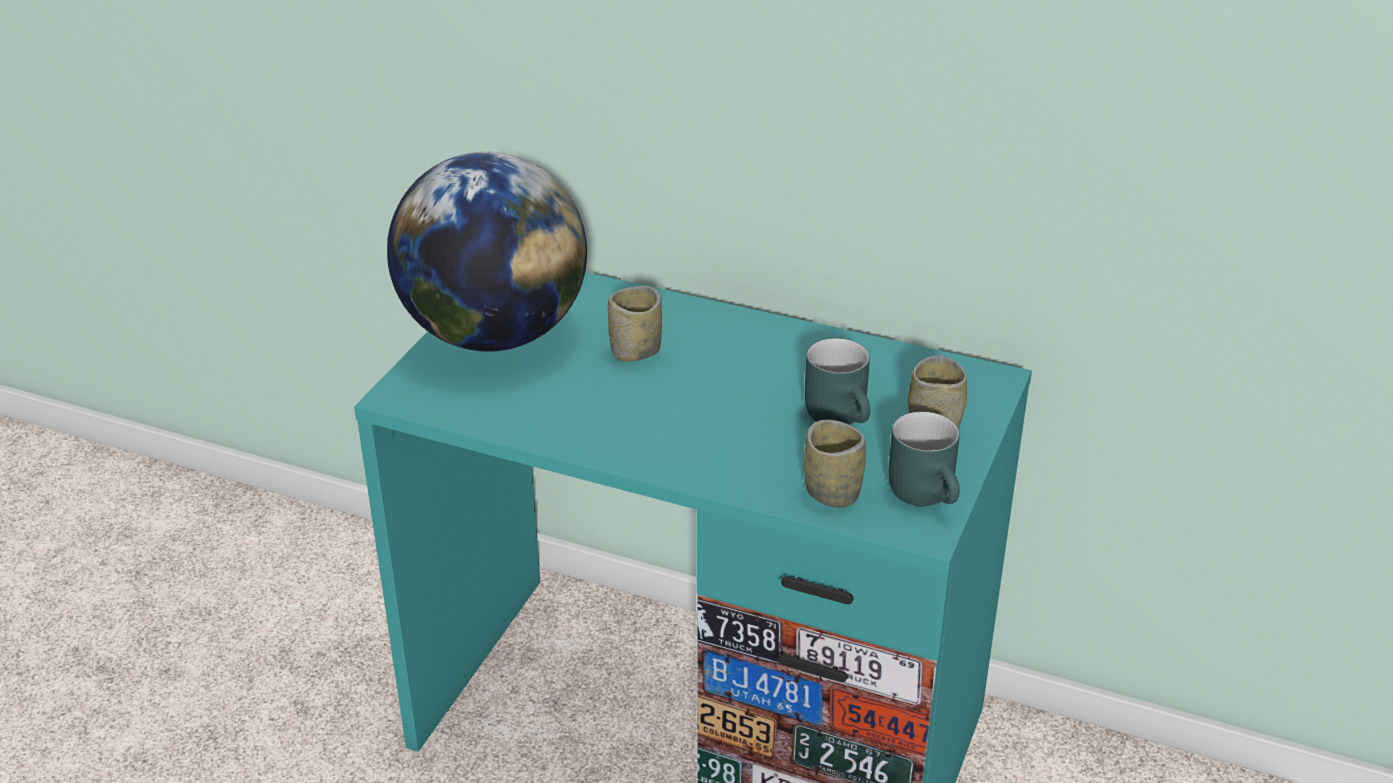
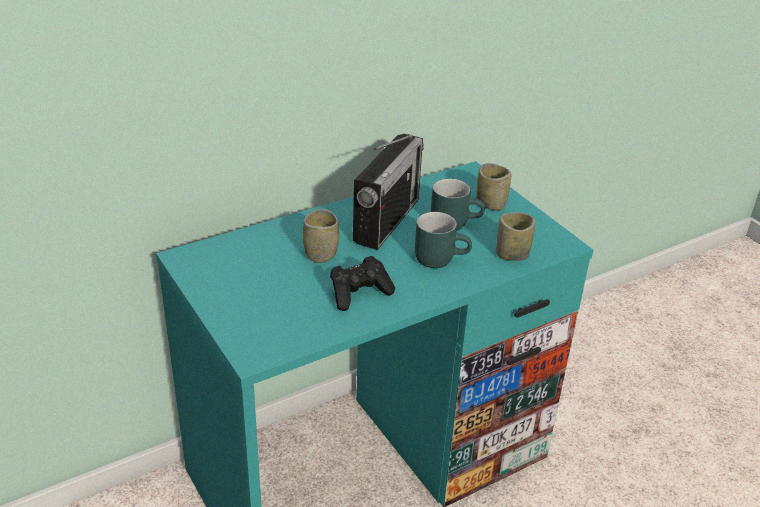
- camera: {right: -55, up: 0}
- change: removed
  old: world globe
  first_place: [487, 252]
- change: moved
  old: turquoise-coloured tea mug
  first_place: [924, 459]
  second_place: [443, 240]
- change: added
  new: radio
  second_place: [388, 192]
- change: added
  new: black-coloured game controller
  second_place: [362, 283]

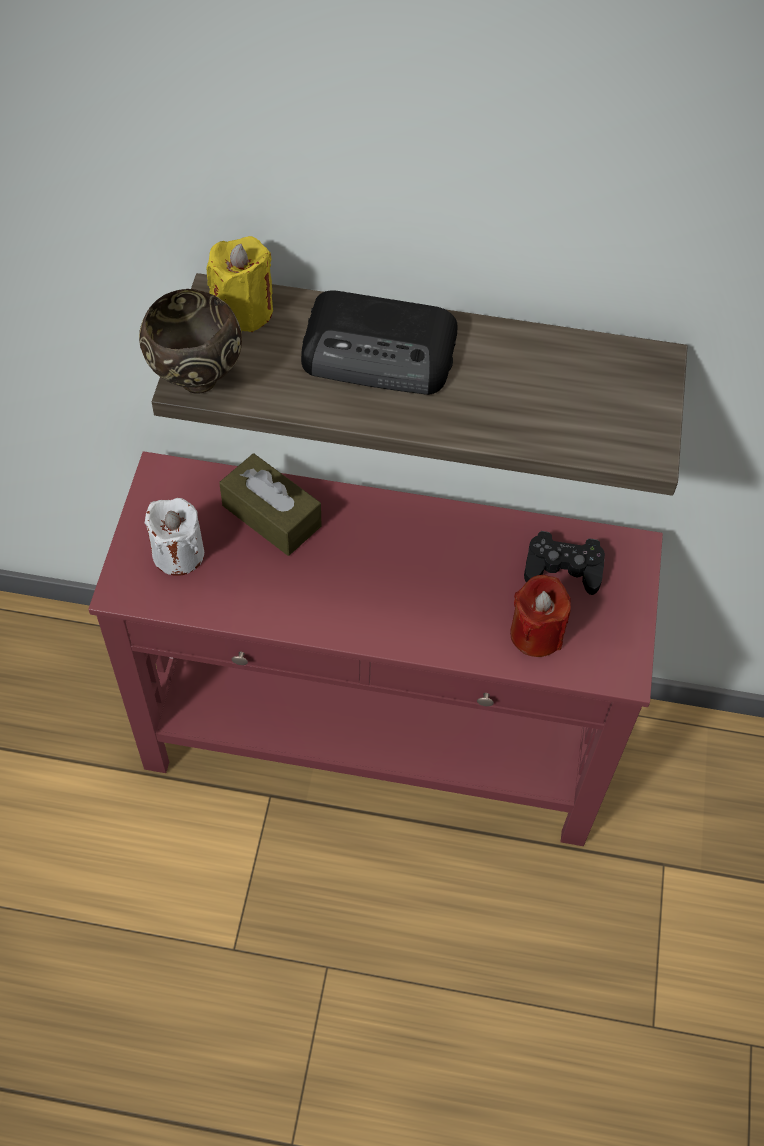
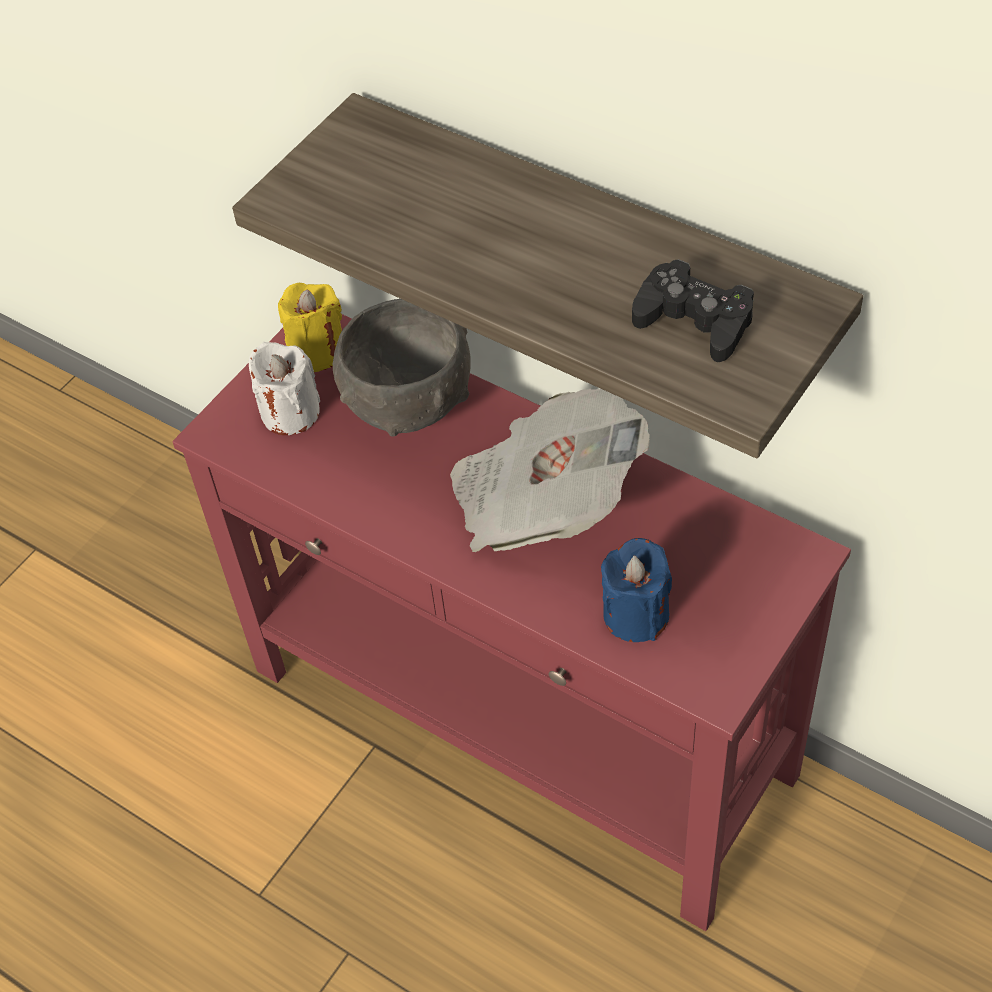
- camera: {right: 30, up: -5}
- change: moved
  old: yellow-coloured candle
  first_place: [240, 284]
  second_place: [310, 327]
- change: removed
  old: brown bowl
  first_place: [190, 341]
- change: removed
  old: radio
  first_place: [379, 342]
- change: replaced
  old: brown tissue holder
  new: greyish bowl
  first_place: [270, 505]
  second_place: [402, 367]
- change: moved
  old: black-coloured game controller
  first_place: [564, 563]
  second_place: [693, 310]
- change: recoloured
  old: red candle
  new: blue-coloured candle
  first_place: [540, 616]
  second_place: [636, 590]
- change: added
  new: printed paper
  second_place: [550, 470]

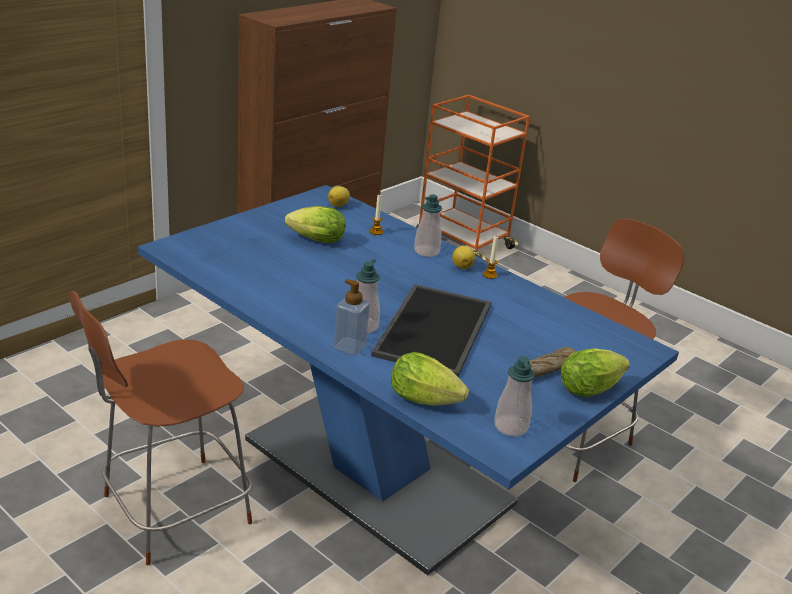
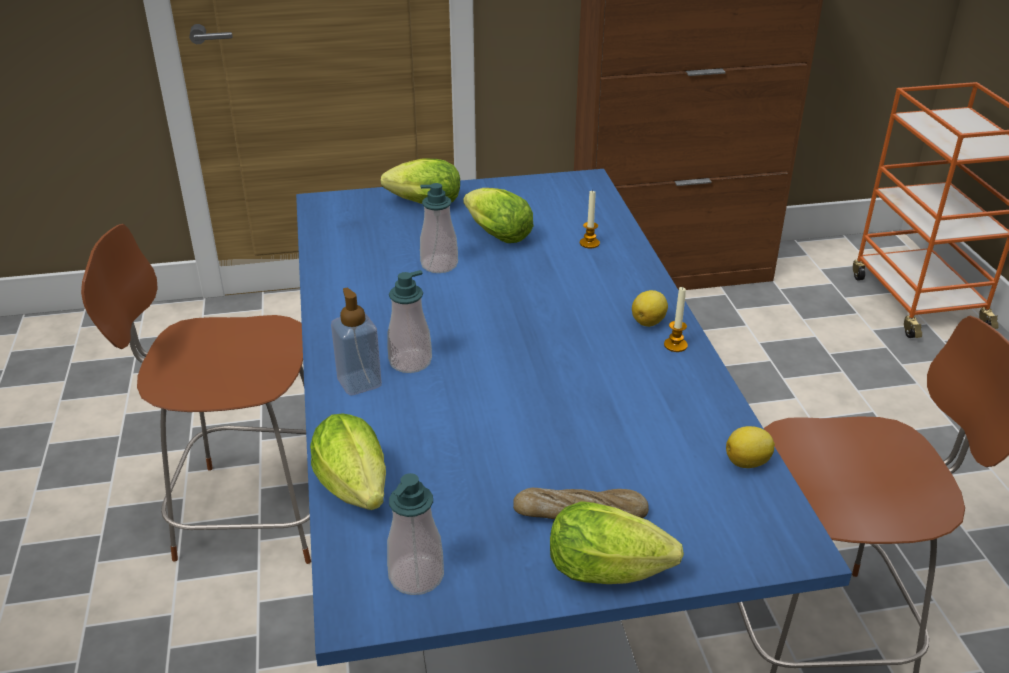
- camera: {right: 40, up: 5}
- change: moved
  old: whole lemon
  first_place: [339, 196]
  second_place: [750, 447]
- change: moved
  old: soap dispenser
  first_place: [428, 225]
  second_place: [439, 228]
- change: removed
  old: tray
  first_place: [431, 330]
- change: added
  new: head of lettuce
  second_place: [420, 181]

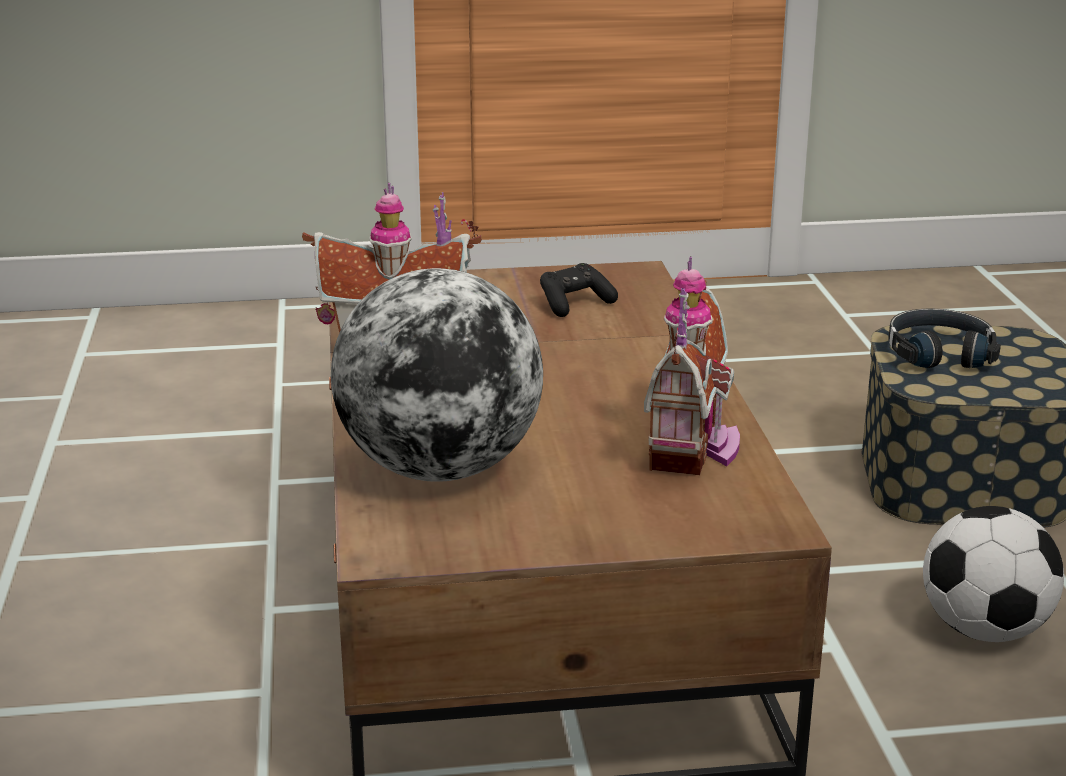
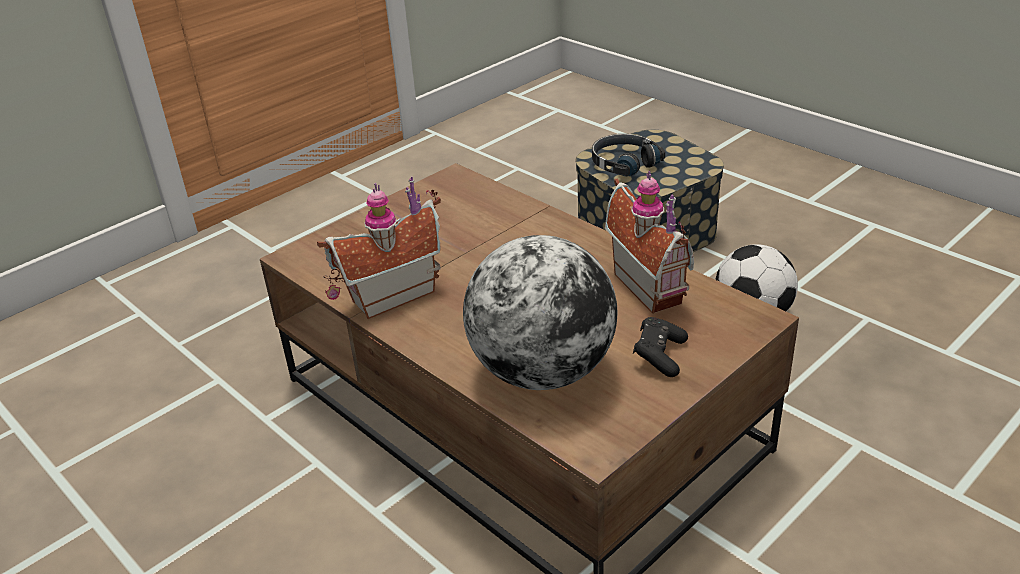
- camera: {right: -35, up: 10}
- change: moved
  old: black-coloured game controller
  first_place: [579, 290]
  second_place: [660, 347]

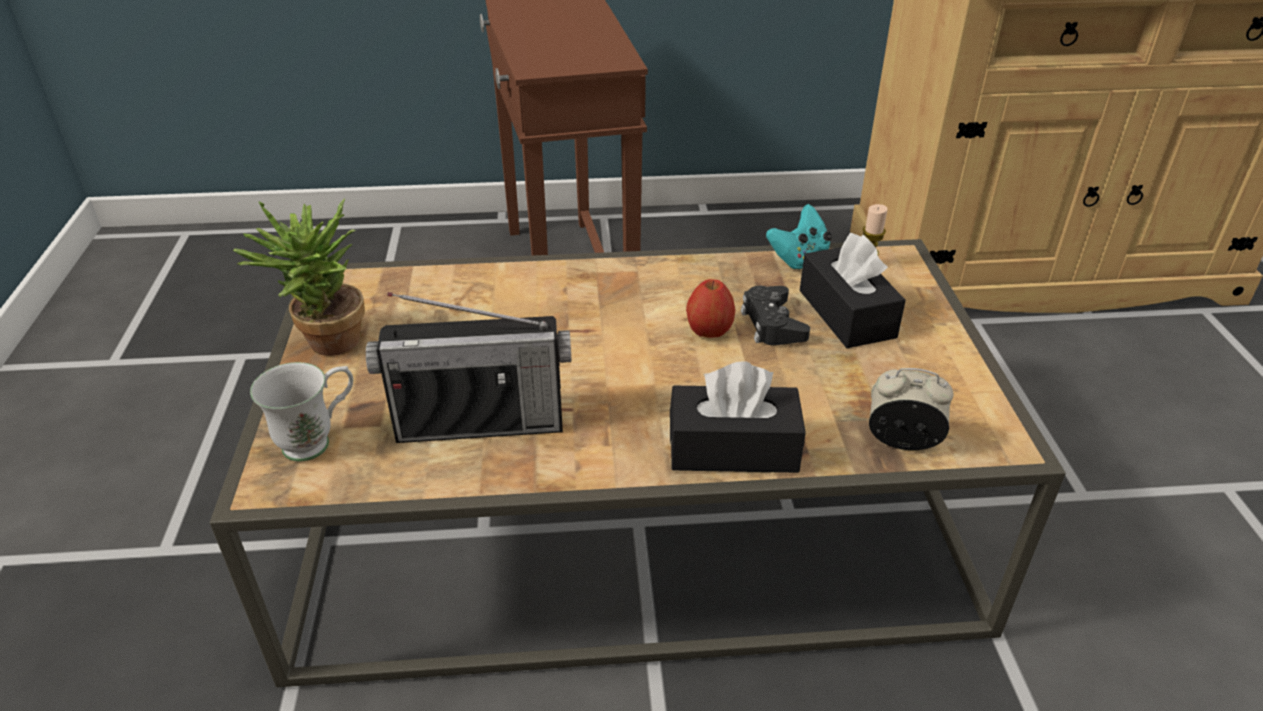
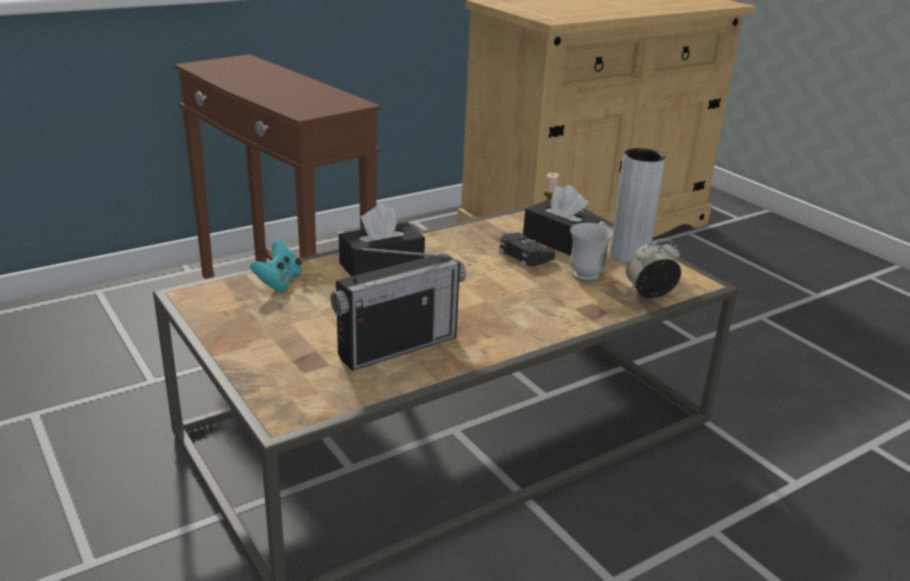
- camera: {right: -30, up: -10}
- change: removed
  old: plant in a pot
  first_place: [299, 277]
- change: moved
  old: turquoise-coloured game controller
  first_place: [799, 236]
  second_place: [276, 266]
- change: removed
  old: apple fruit
  first_place: [710, 308]
- change: moved
  old: black-coloured tissue holder
  first_place: [738, 417]
  second_place: [382, 240]
- change: moved
  old: white-coloured tea mug
  first_place: [301, 412]
  second_place: [591, 251]
- change: added
  new: greyish vase
  second_place: [637, 206]

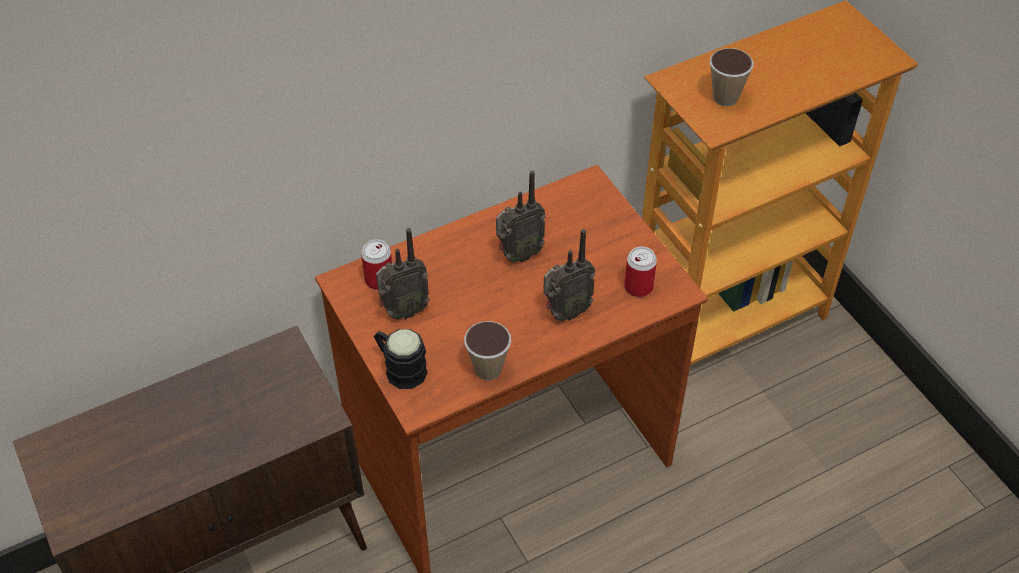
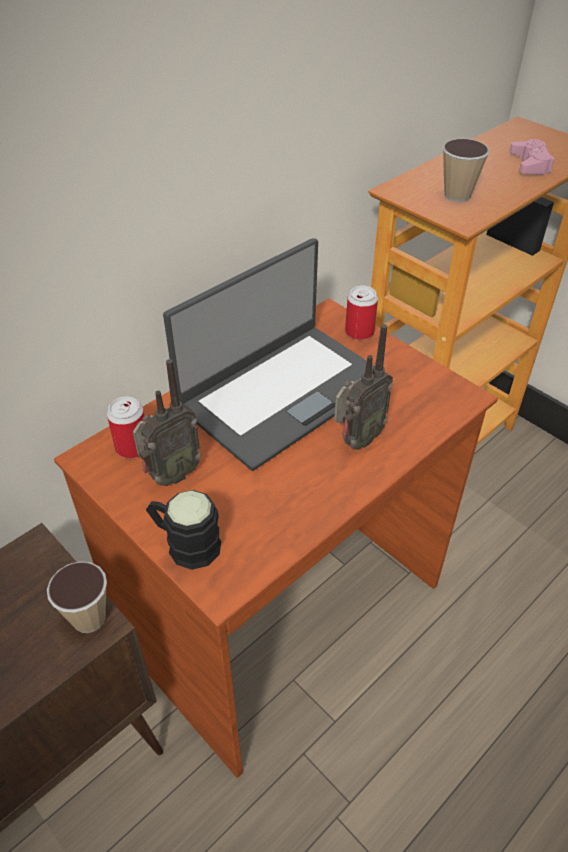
- camera: {right: -15, up: -5}
- change: replaced
  old: radio
  new: portable computer
  first_place: [521, 217]
  second_place: [268, 354]
- change: moved
  old: metal can
  first_place: [640, 271]
  second_place: [361, 312]
- change: moved
  old: small cup
  first_place: [487, 350]
  second_place: [77, 597]
- change: added
  new: pink-coloured game controller
  second_place: [532, 157]

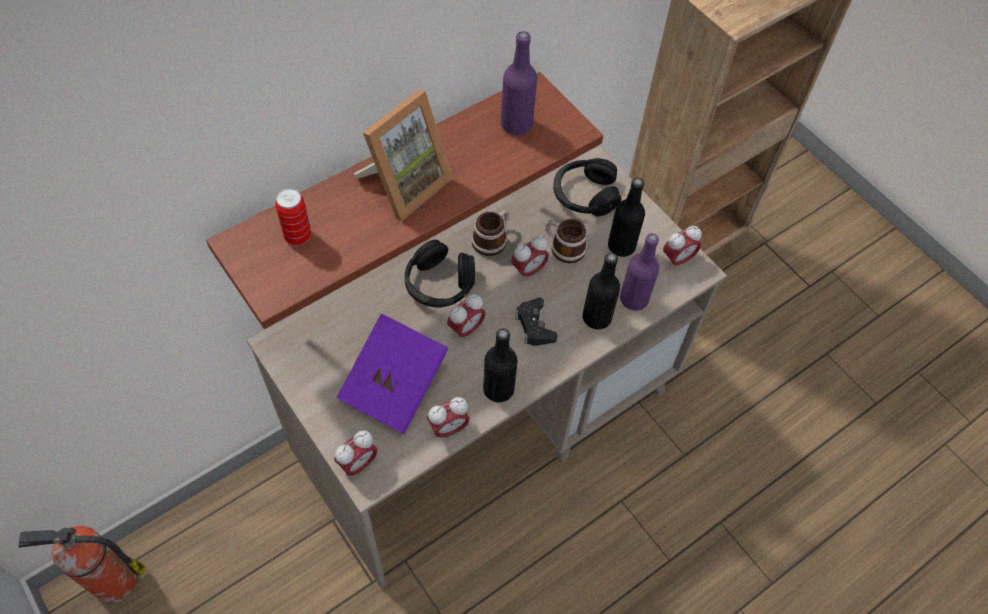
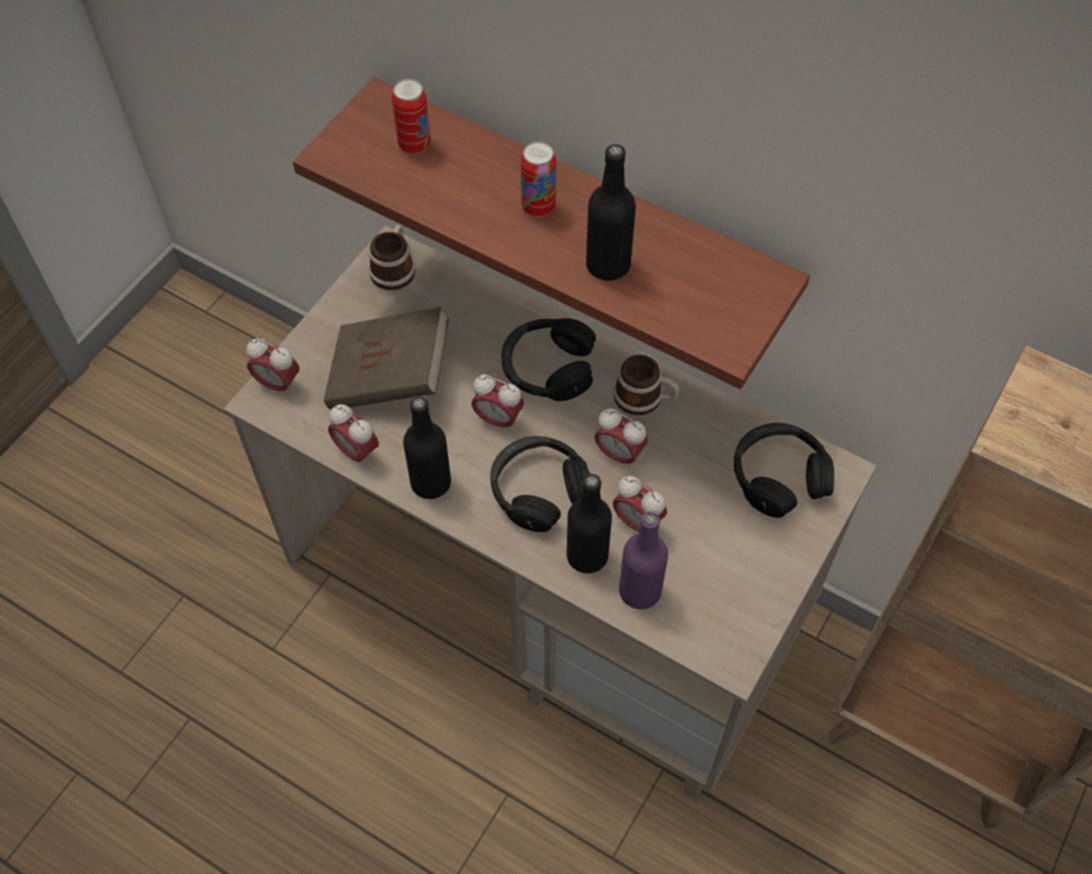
- camera: {right: 70, up: 0}
- change: removed
  old: purple-coloured beverage bottle
  first_place: [519, 83]
- change: replaced
  old: standing frame
  new: metal can
  first_place: [403, 155]
  second_place: [538, 179]
- change: moved
  old: black-coloured beverage bottle
  first_place: [626, 217]
  second_place: [611, 212]
- change: moved
  old: tea mug
  first_place: [566, 241]
  second_place: [391, 257]
- change: moved
  old: bedside clock
  first_place: [682, 247]
  second_place: [640, 504]
- change: replaced
  old: black-coloured game controller
  new: black-coloured headphones
  first_place: [536, 322]
  second_place: [540, 484]
- change: recoloured
  old: purple-coloured volume
  new: brown volume
  first_place: [392, 373]
  second_place: [386, 358]
- change: removed
  old: fire extinguisher
  first_place: [81, 565]

